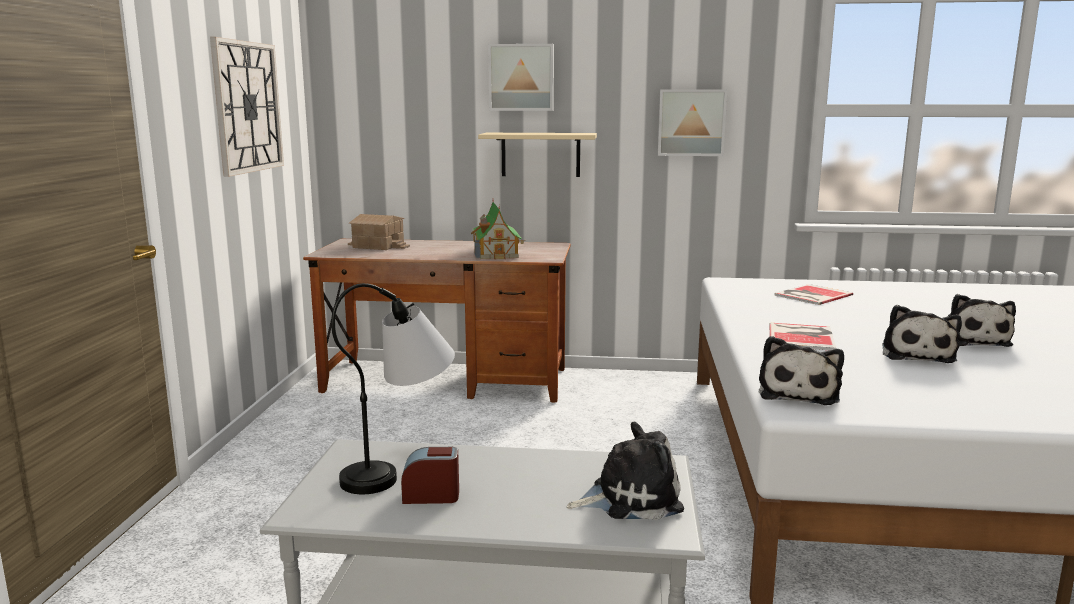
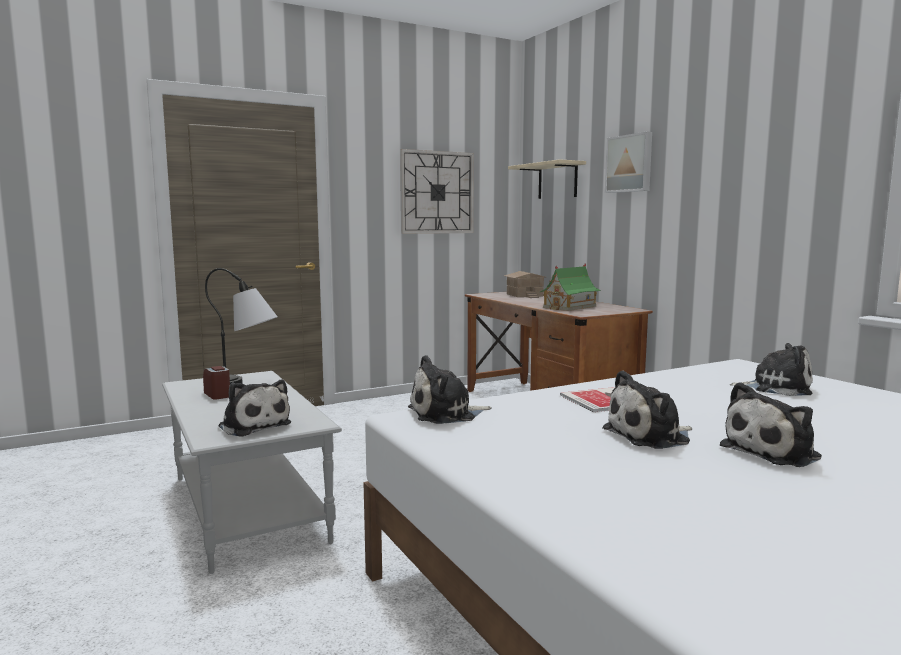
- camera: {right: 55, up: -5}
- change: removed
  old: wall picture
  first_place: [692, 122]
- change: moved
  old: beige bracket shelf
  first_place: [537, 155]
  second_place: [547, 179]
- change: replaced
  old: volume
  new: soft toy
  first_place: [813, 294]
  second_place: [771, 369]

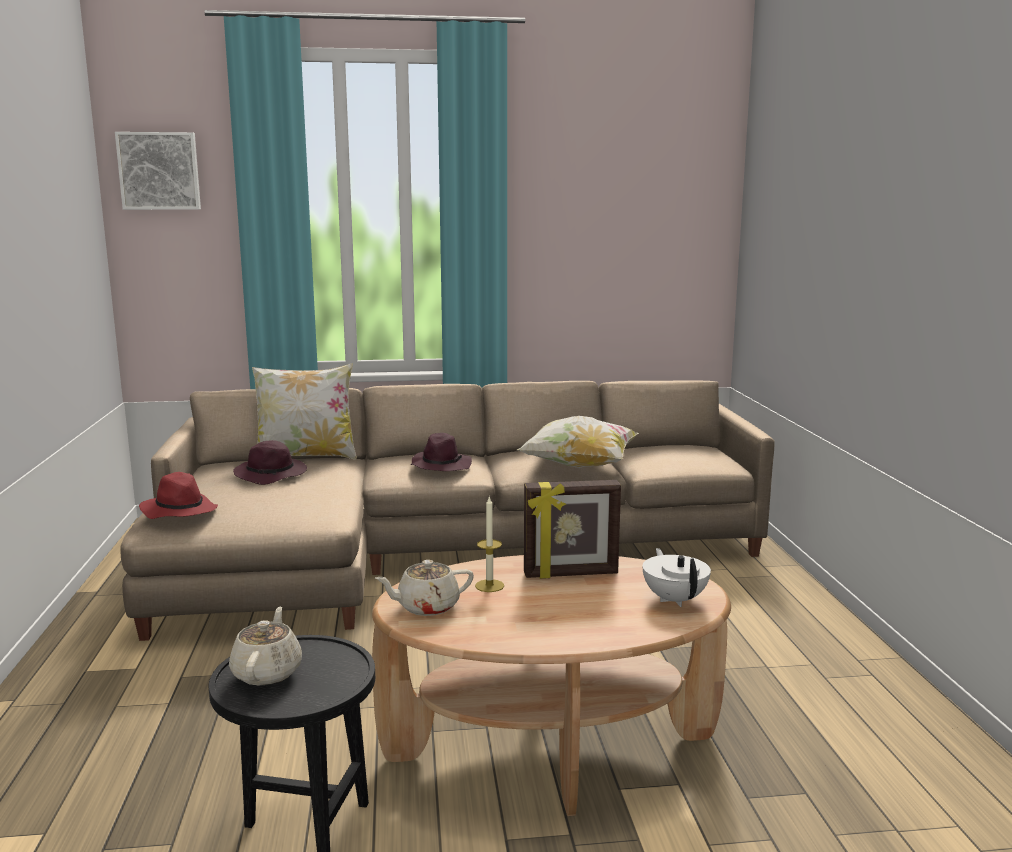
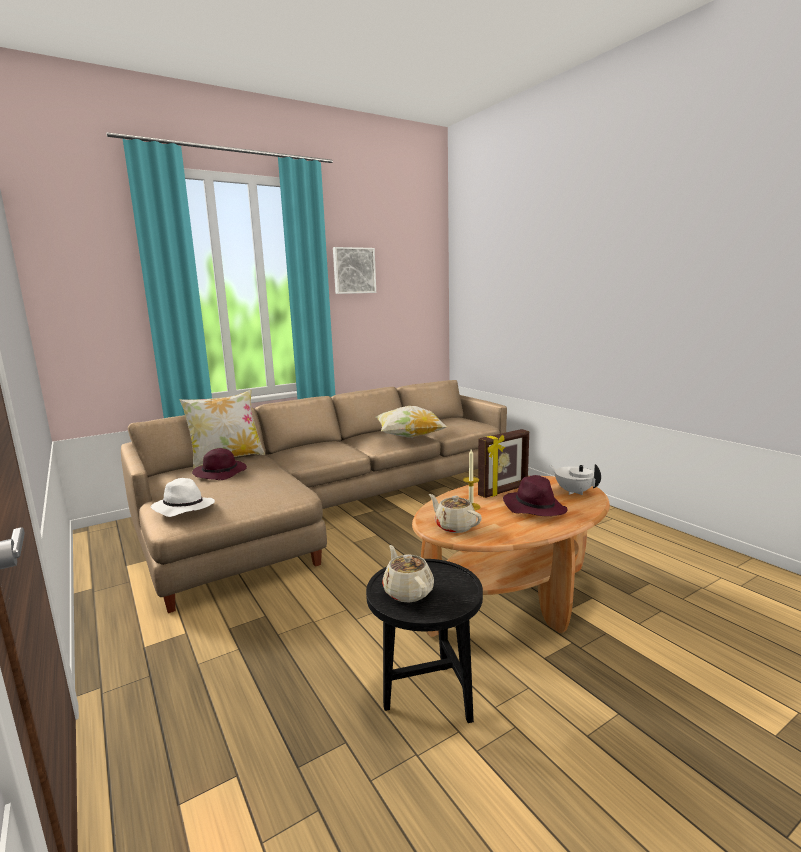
- camera: {right: -25, up: 0}
- change: moved
  old: wall picture
  first_place: [158, 171]
  second_place: [354, 270]
- change: moved
  old: purple-coloured hat
  first_place: [441, 452]
  second_place: [535, 495]
- change: recoloured
  old: red hat
  new: white-coloured hat
  first_place: [178, 495]
  second_place: [183, 497]
- change: turned
  old: beige pot for tea
  first_place: [424, 588]
  second_place: [455, 513]
  degrees: 90

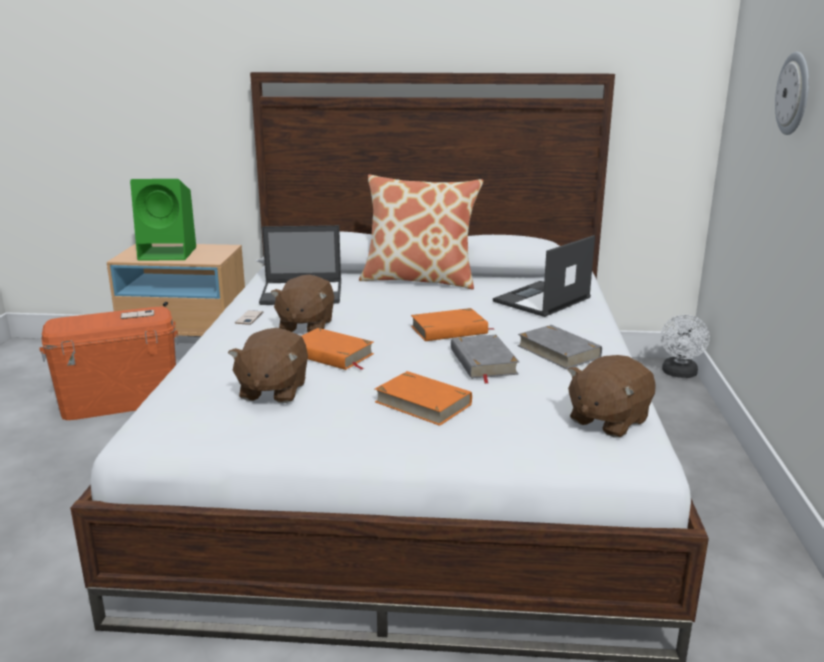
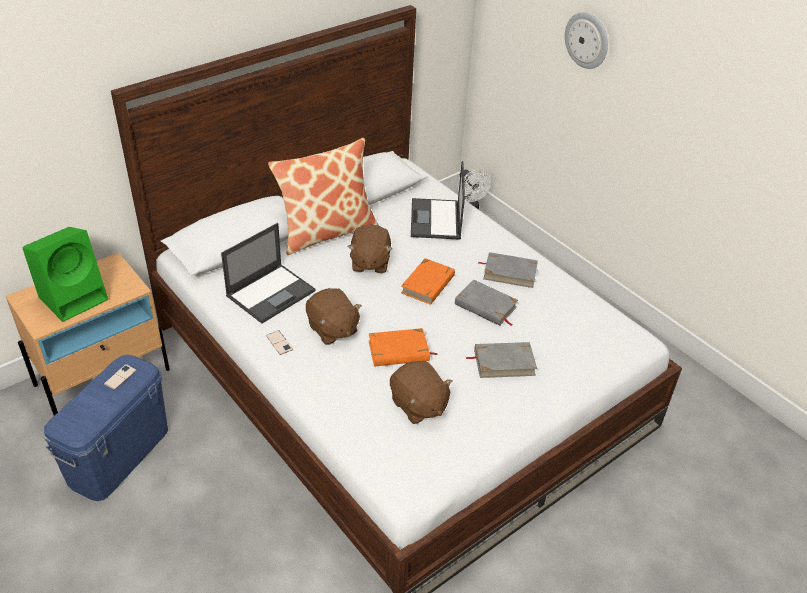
- camera: {right: -45, up: 20}
- change: recoloured
  old: orangey storage bin
  new: blue-coloured storage bin
  first_place: [108, 363]
  second_place: [106, 428]
- change: moved
  old: brown soft toy
  first_place: [612, 396]
  second_place: [370, 248]
- change: recoloured
  old: orangey volume
  new: greyish volume
  first_place: [423, 398]
  second_place: [501, 360]

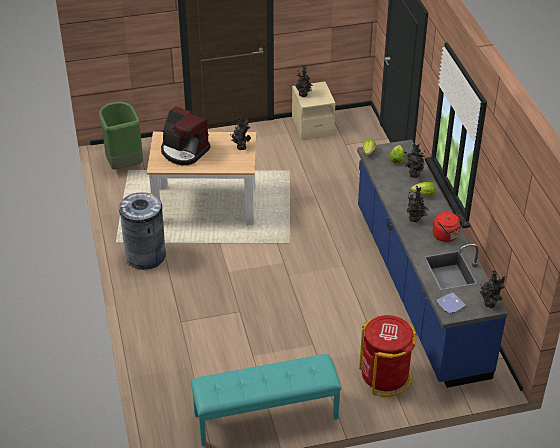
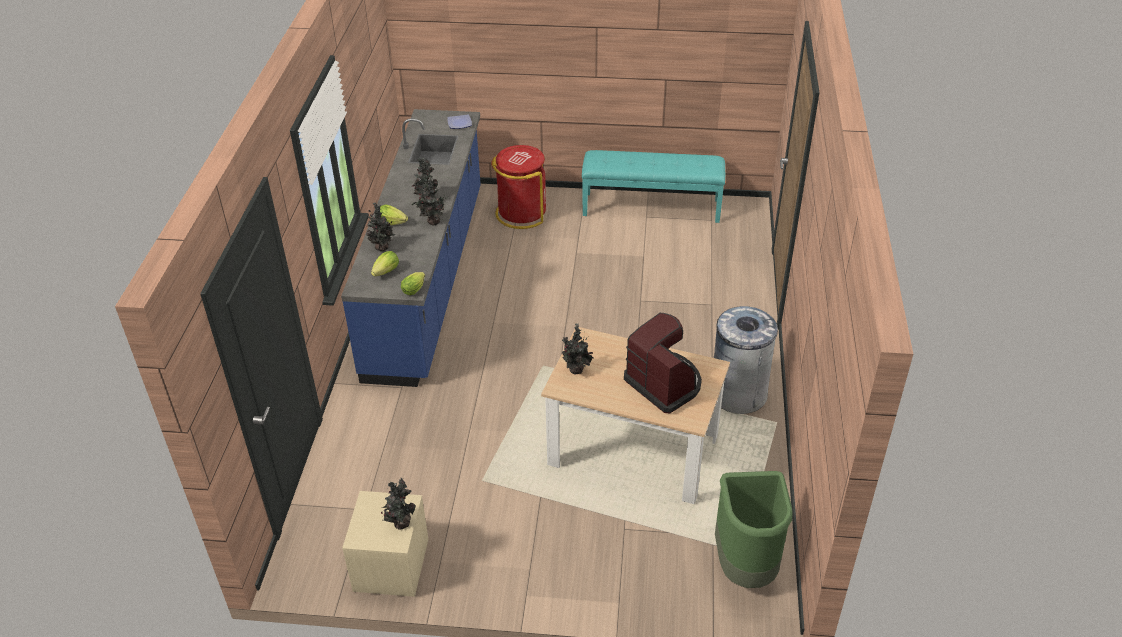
- camera: {right: -160, up: 0}
- change: removed
  old: red tea kettle
  first_place: [449, 227]
- change: moved
  old: plant in a pot
  first_place: [492, 289]
  second_place: [430, 201]

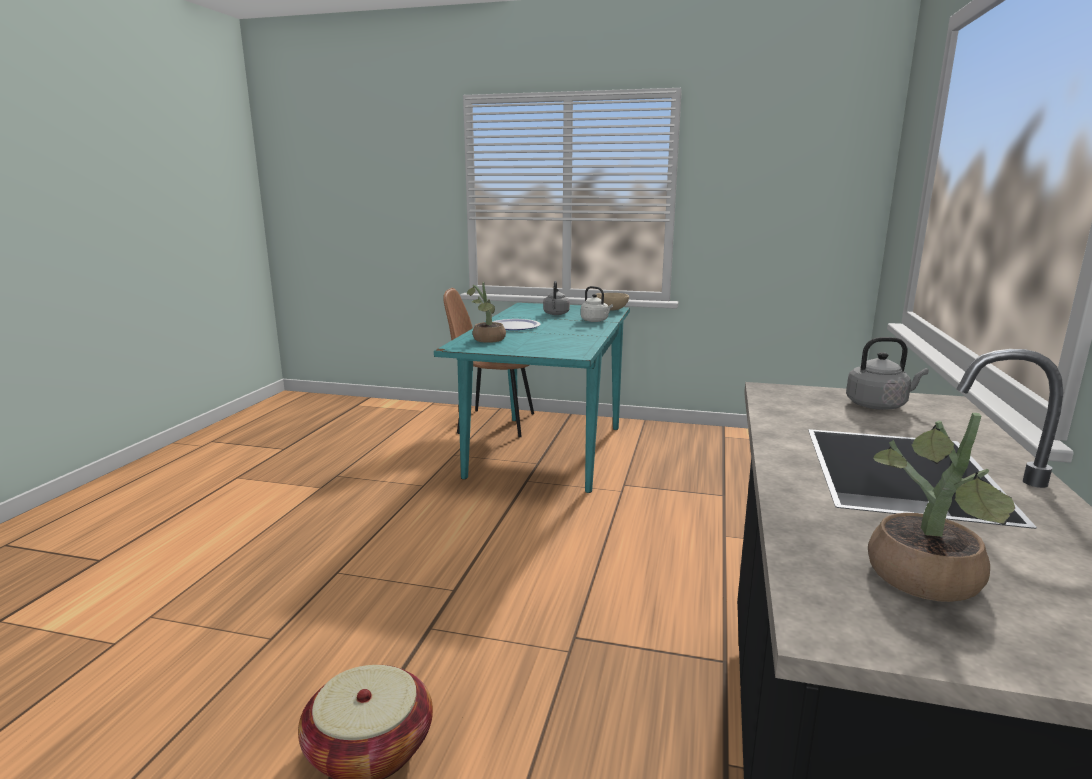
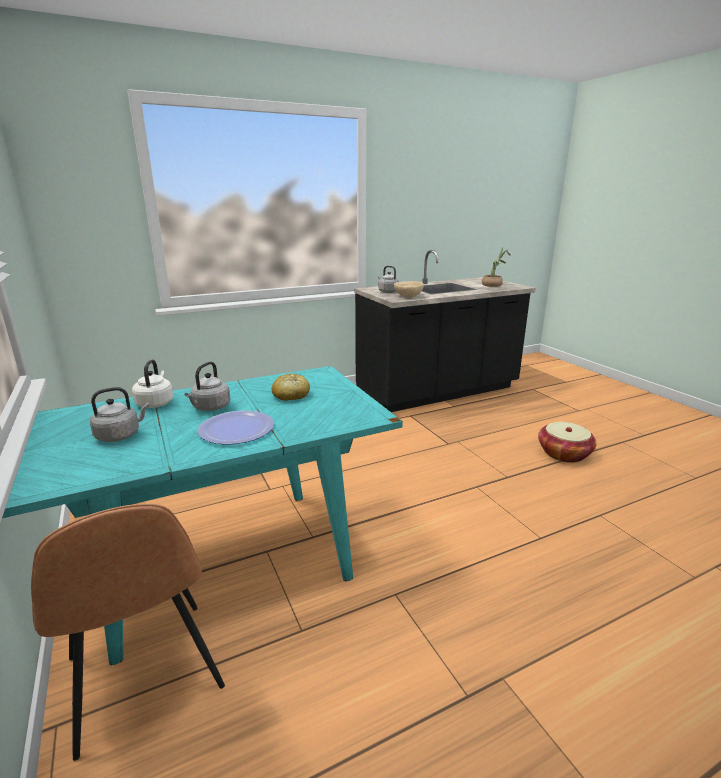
- camera: {right: -130, up: 5}
- change: removed
  old: plant in a pot
  first_place: [486, 312]
- change: moved
  old: beige bowl
  first_place: [612, 302]
  second_place: [409, 289]
- change: added
  new: greyish tea kettle
  second_place: [207, 386]
- change: added
  new: baked bread
  second_place: [291, 387]

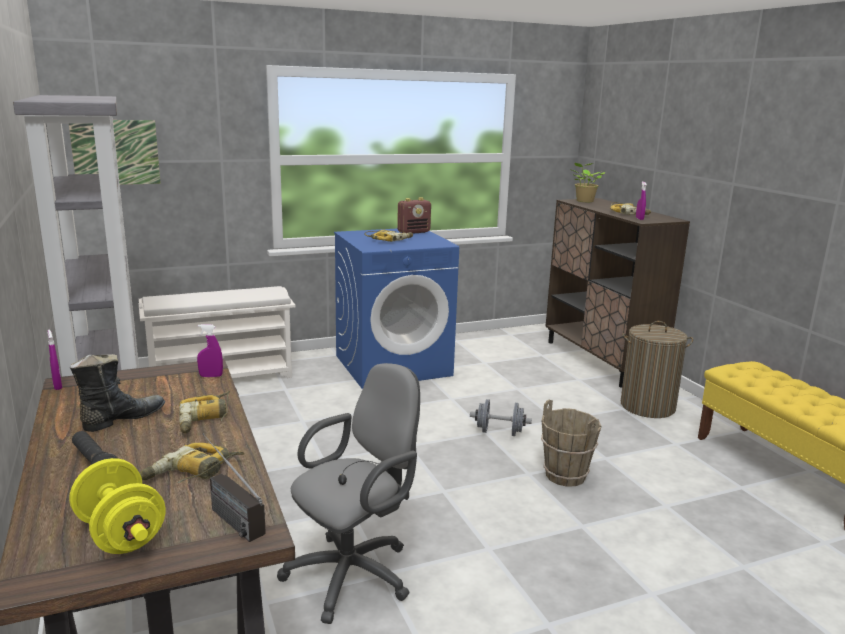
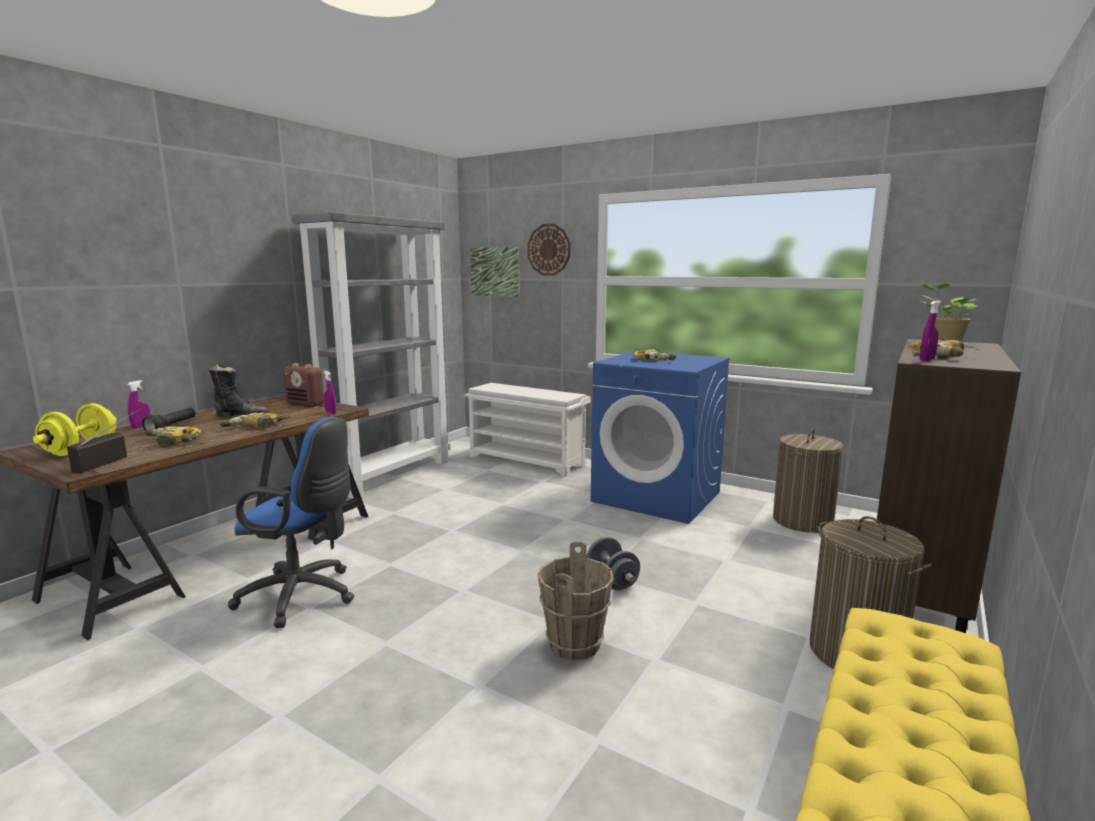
- camera: {right: 55, up: -5}
- change: moved
  old: radio
  first_place: [414, 215]
  second_place: [303, 385]
- change: moved
  old: purple-coloured hand sprayer
  first_place: [55, 360]
  second_place: [138, 404]
- change: recoloured
  old: greyish office chair
  new: blue-coloured office chair
  first_place: [348, 493]
  second_place: [291, 522]
- change: added
  new: hanging clock
  second_place: [549, 250]
- change: added
  new: laundry basket
  second_place: [808, 481]

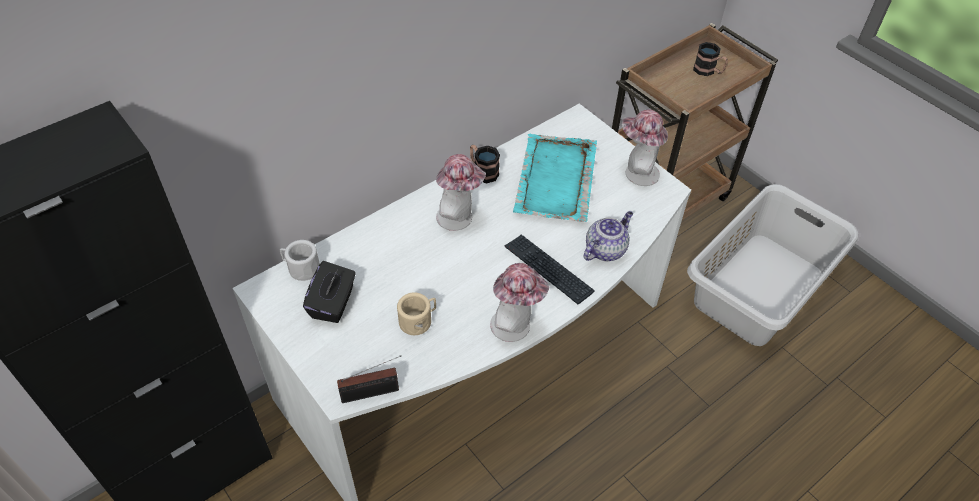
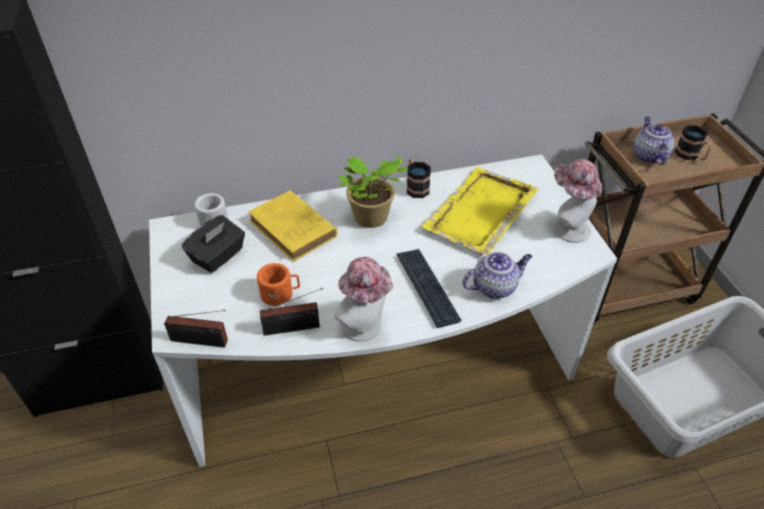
- camera: {right: 25, up: -5}
- change: recoloured
  old: turquoise-coloured tray
  new: yellow-coloured tray
  first_place: [555, 177]
  second_place: [480, 211]
- change: replaced
  old: hat
  new: plant in a pot
  first_place: [461, 192]
  second_place: [373, 192]
- change: recoloured
  old: beige tea mug
  new: orangey tea mug
  first_place: [416, 313]
  second_place: [278, 284]
- change: added
  new: pot for tea
  second_place: [653, 140]
- change: added
  new: yellow-coloured volume
  second_place: [292, 225]
- change: added
  new: radio
  second_place: [291, 312]

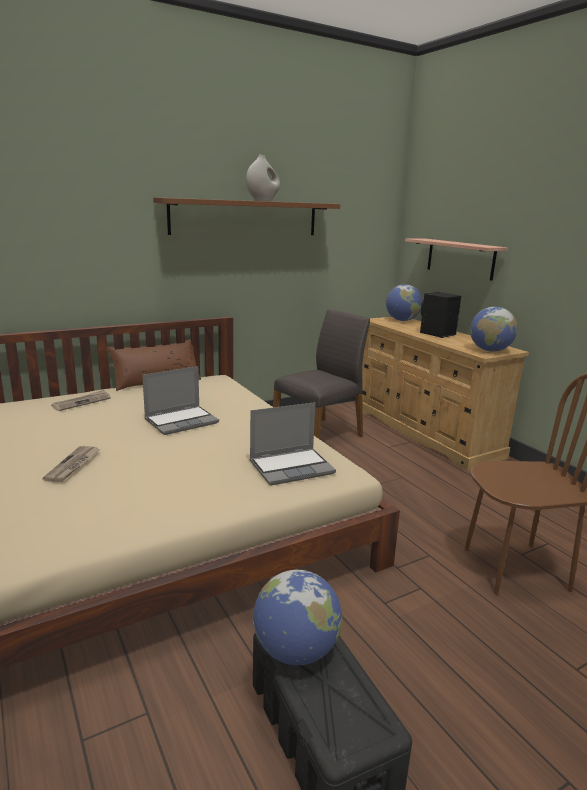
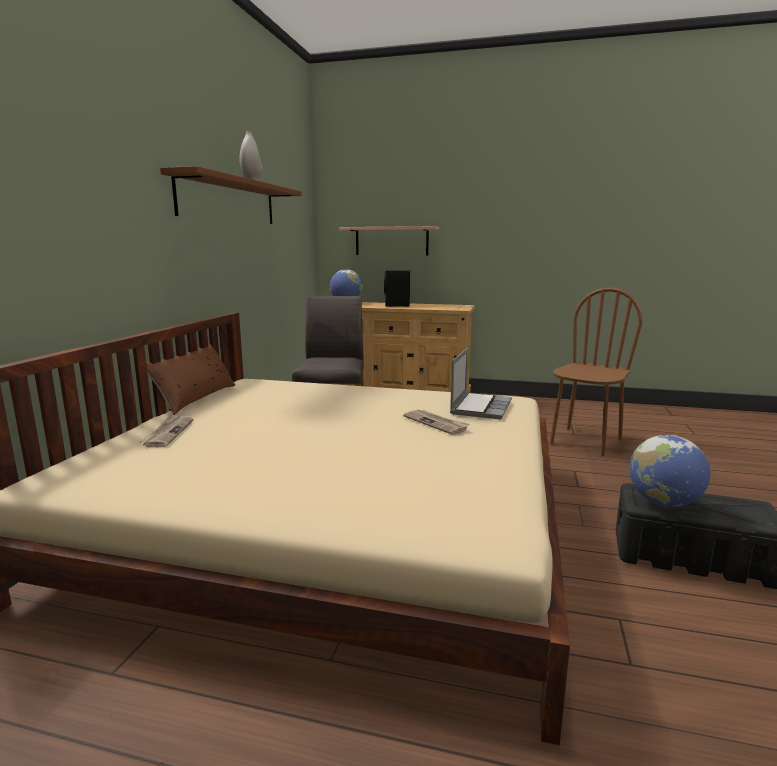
- camera: {right: -45, up: -5}
- change: removed
  old: world globe
  first_place: [494, 329]
- change: removed
  old: portable computer
  first_place: [180, 400]
- change: moved
  old: printed paper
  first_place: [71, 464]
  second_place: [436, 422]

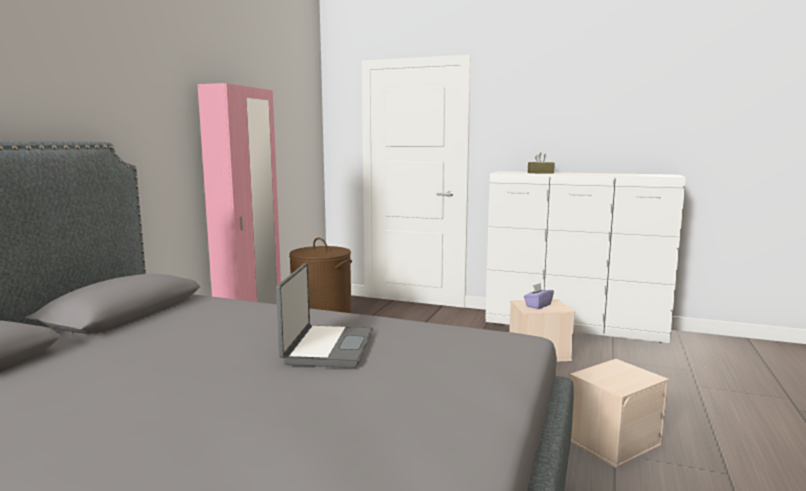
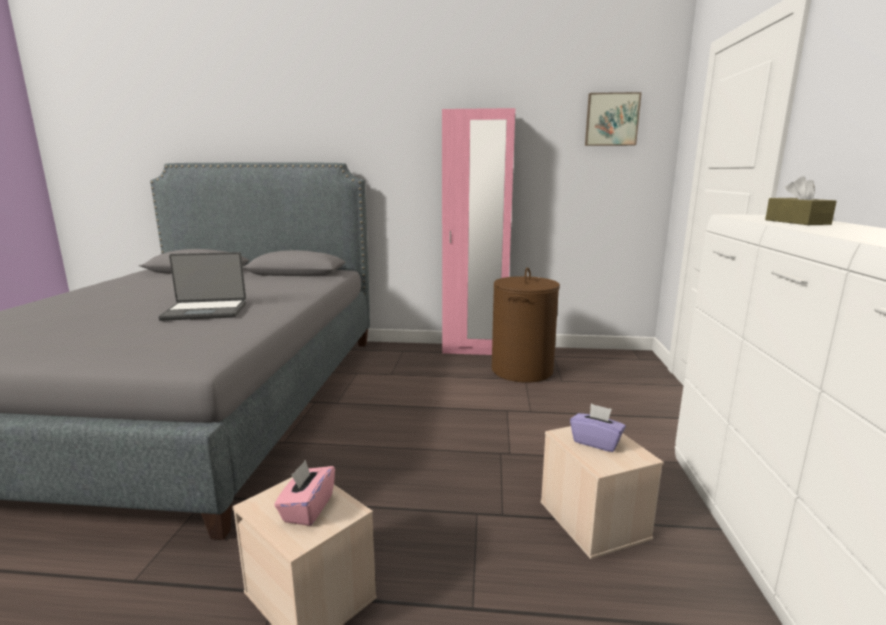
- camera: {right: 75, up: 5}
- change: added
  new: wall picture
  second_place: [613, 119]
- change: added
  new: pink-coloured tissue holder
  second_place: [304, 493]

